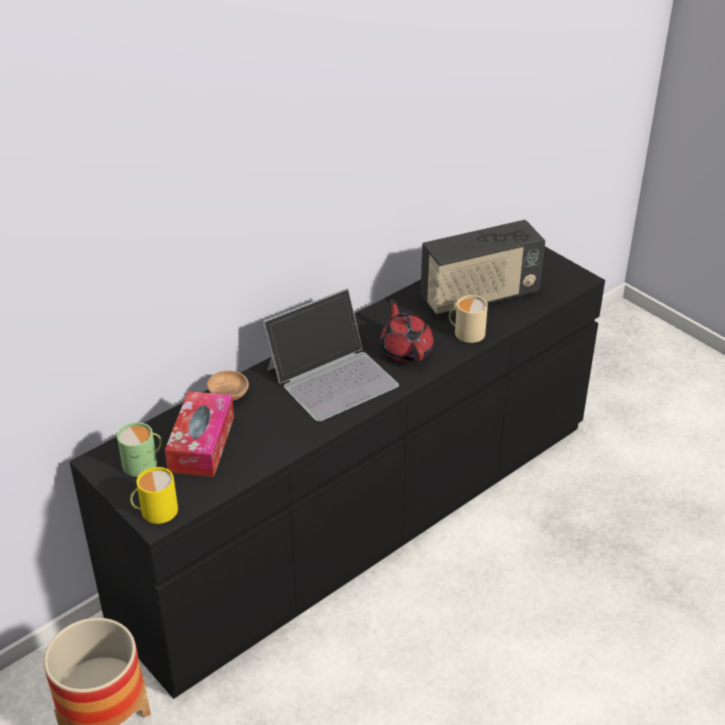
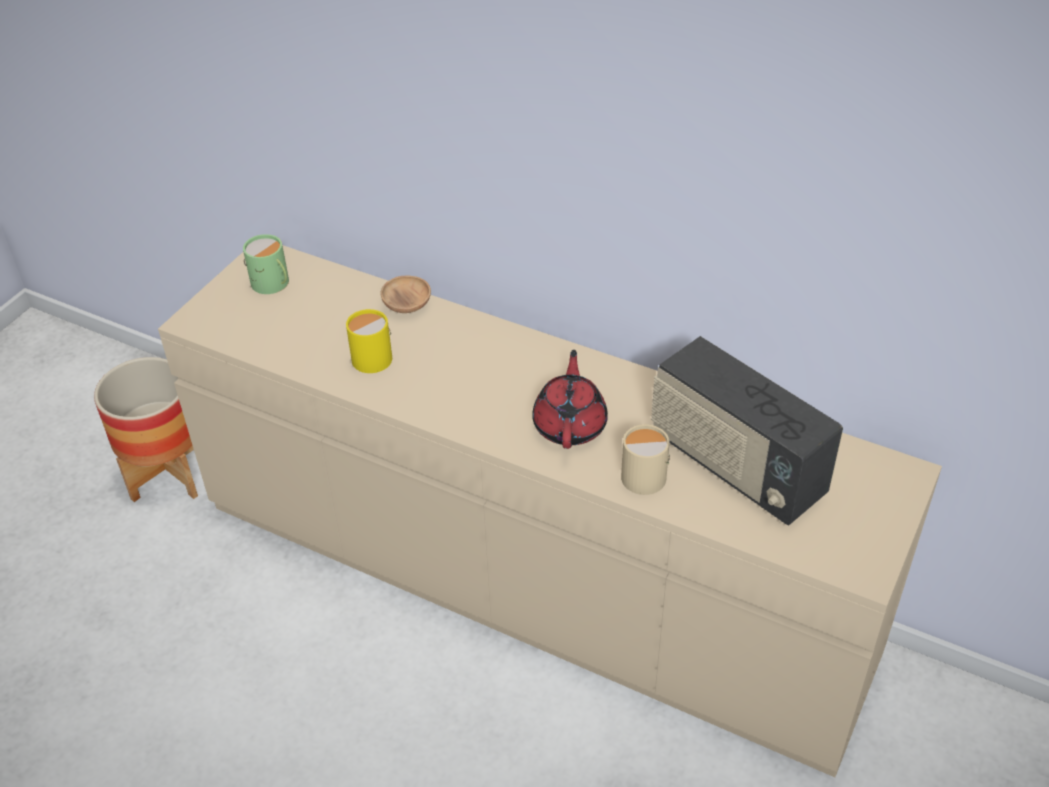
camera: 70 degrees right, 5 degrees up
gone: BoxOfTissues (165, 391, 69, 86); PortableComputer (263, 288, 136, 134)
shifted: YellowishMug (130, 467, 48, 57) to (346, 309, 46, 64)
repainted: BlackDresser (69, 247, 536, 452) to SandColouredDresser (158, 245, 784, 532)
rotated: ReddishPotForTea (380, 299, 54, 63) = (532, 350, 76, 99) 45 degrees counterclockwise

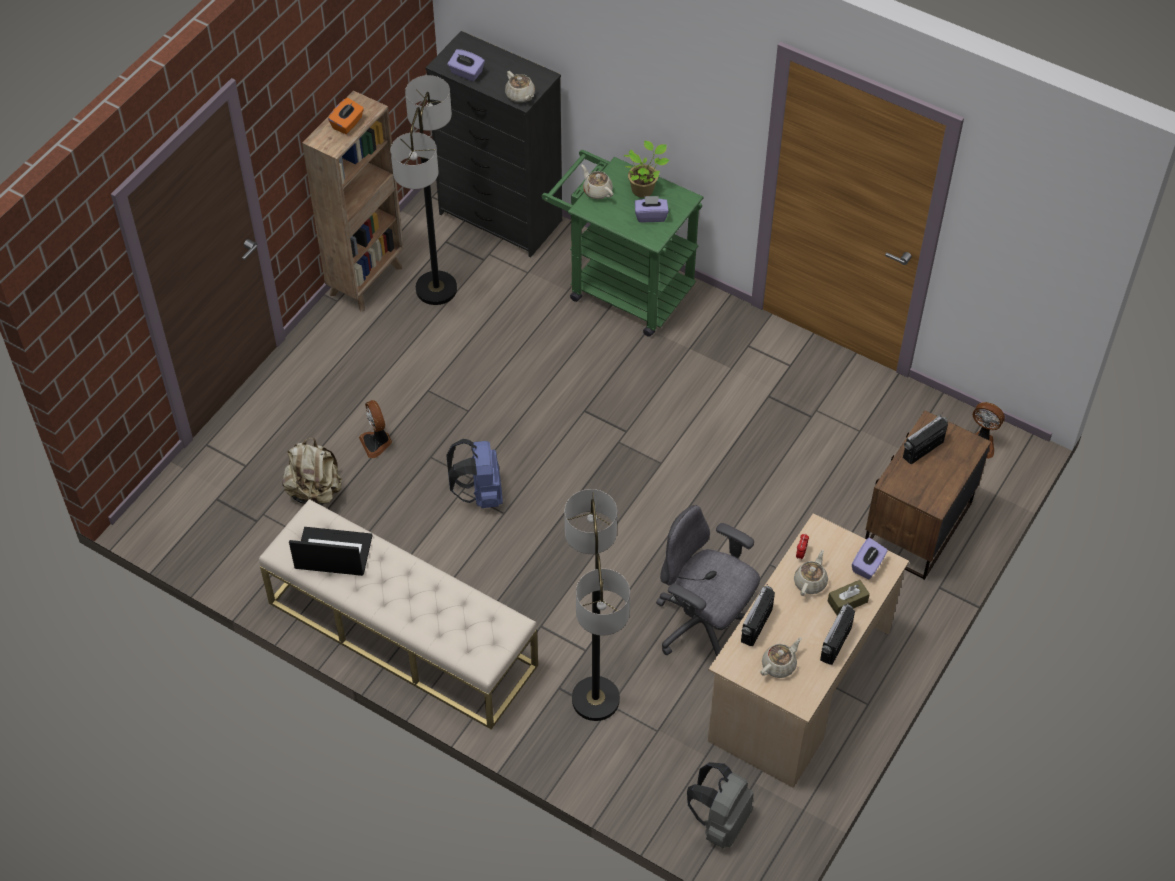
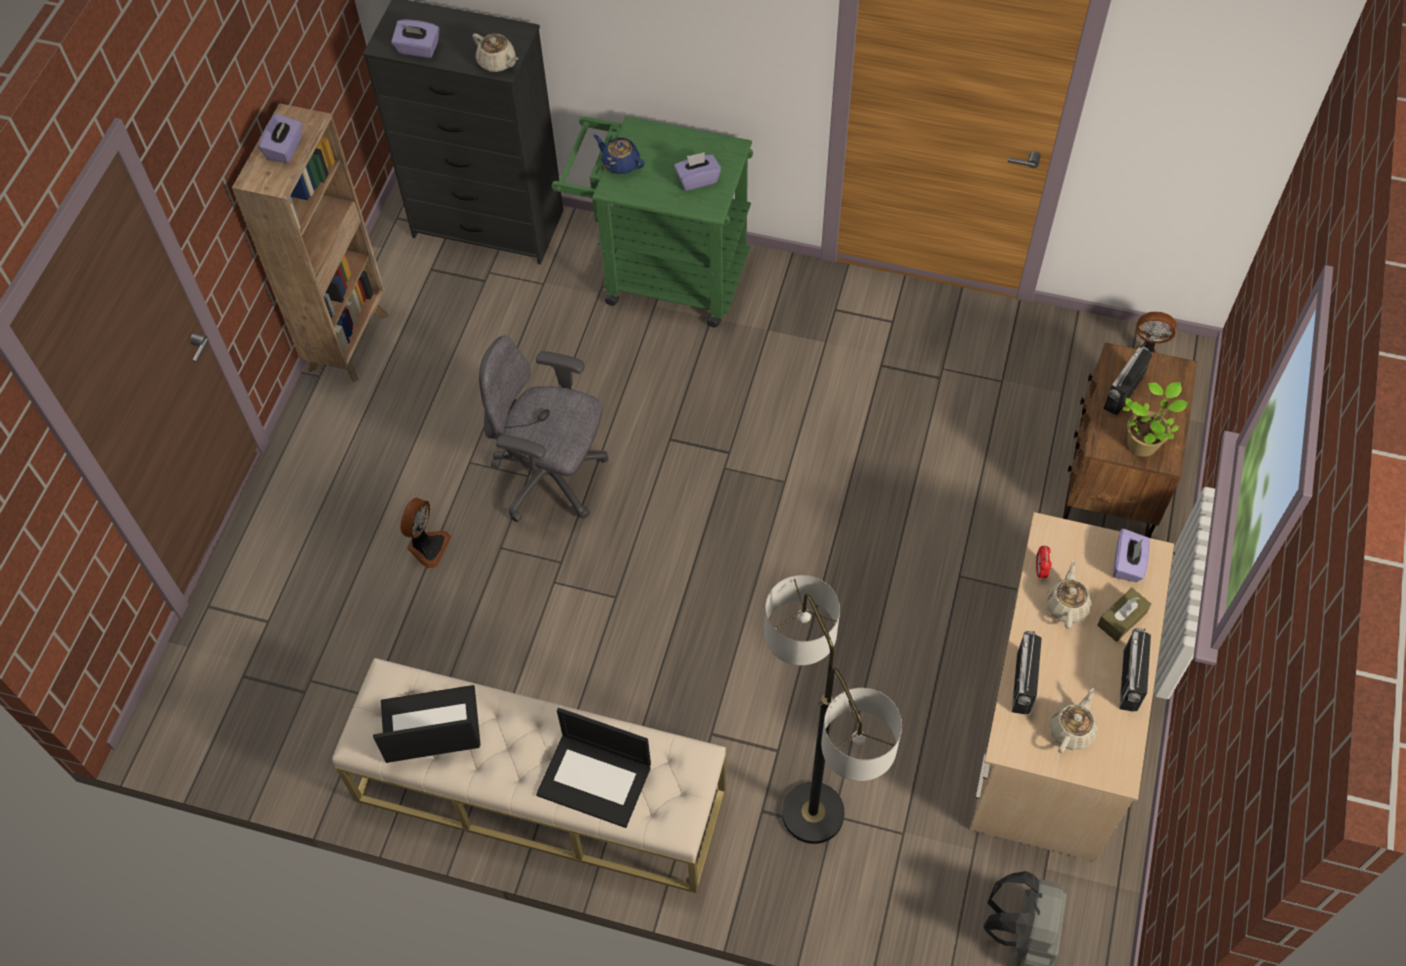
camera: 15 degrees left, 5 degrees up
gone: SandColouredKnapsack (282, 438, 60, 68); FloorLamp (390, 75, 67, 230); BlueColouredKnapsack (446, 439, 57, 69)
new: PortableComputer (536, 708, 115, 120)
shifted: GreyishDeskChair (656, 505, 104, 152) to (479, 335, 130, 187); Houseplant (624, 141, 45, 57) to (1123, 382, 65, 75)
repainted: OrangeBoxOfTissues (328, 98, 36, 36) to PurpleBoxOfTissues (259, 114, 43, 49); SandColouredPotForTea (581, 165, 32, 34) to BlueColouredPotForTea (593, 134, 52, 40)
rotated: CoolingFan (359, 400, 33, 58) = (400, 498, 51, 70) 120 degrees counterclockwise

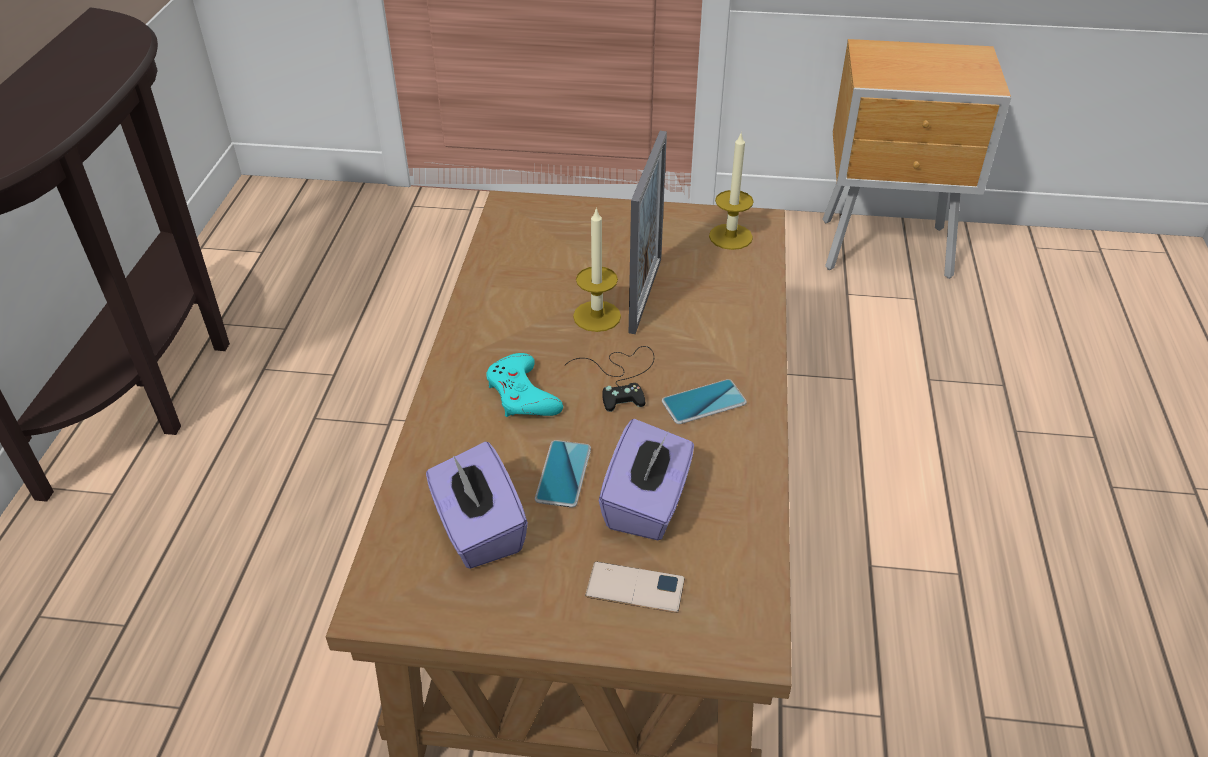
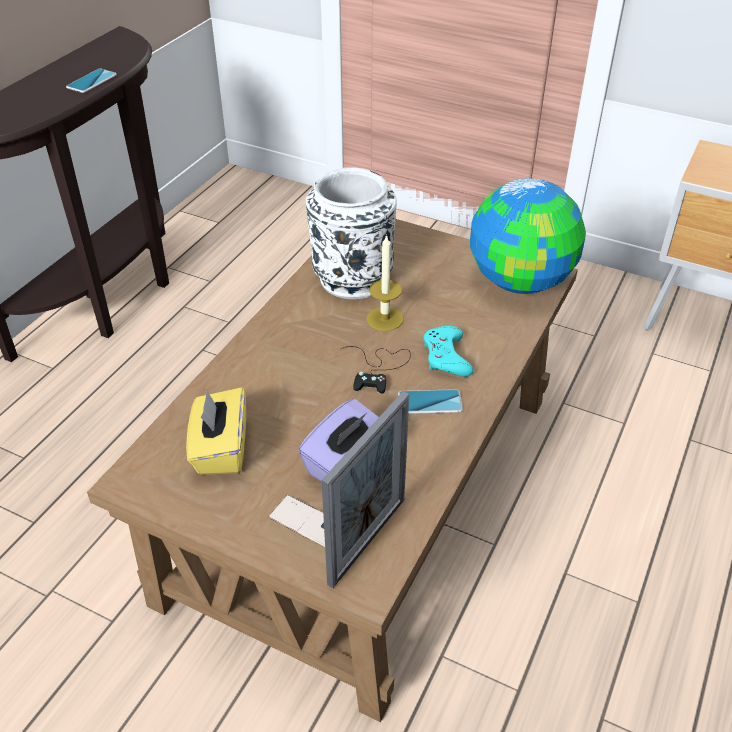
camera: 20 degrees right, 0 degrees up
new: WhiteColouredDecorativeVase (306, 167, 91, 132)
shifted: Phone (535, 440, 56, 68) to (66, 69, 51, 24); PictureFrame (628, 131, 39, 203) to (322, 391, 87, 197); TurquoiseColouredGameController (486, 353, 77, 64) to (424, 326, 49, 51)
swapped: WaxCandle (709, 131, 45, 119) to WorldGlobe (470, 178, 116, 116)
repainted: PurpleBoxOfTissues (426, 441, 102, 128) to YellowishBoxOfTissues (186, 387, 60, 88)

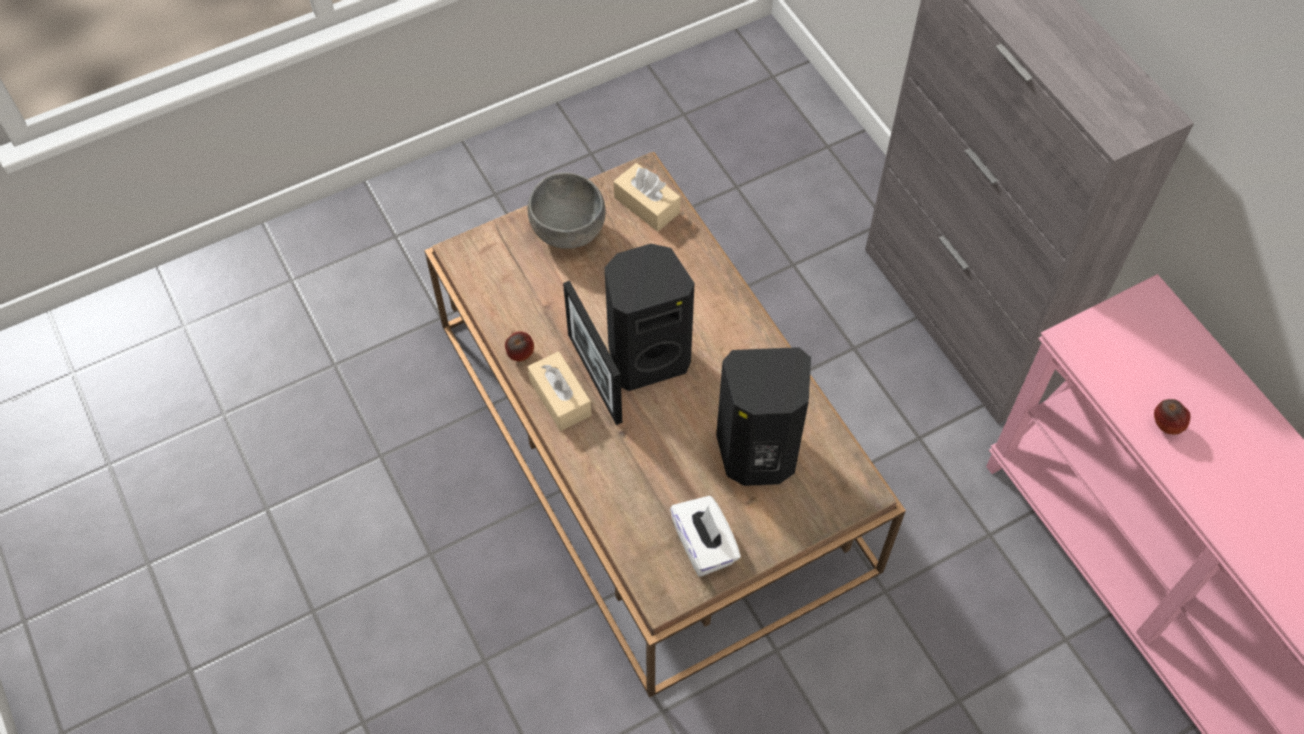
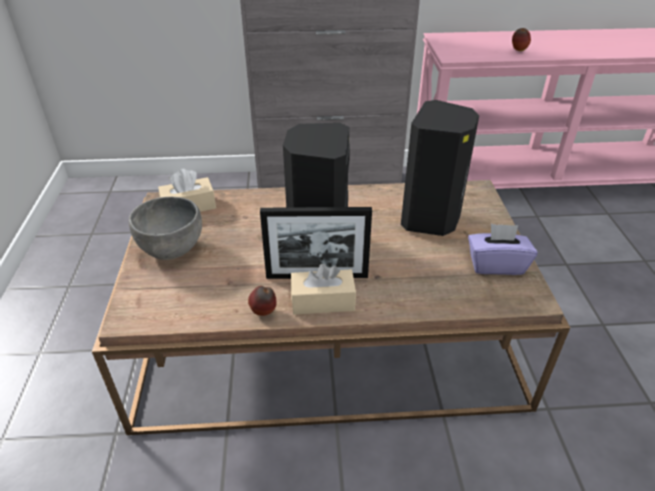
camera: 65 degrees left, 20 degrees down
repainted: WhiteColouredBoxOfTissues (670, 496, 71, 81) to PurpleBoxOfTissues (468, 224, 70, 51)

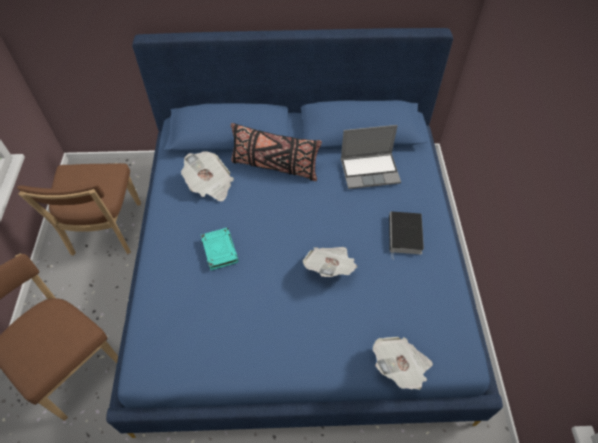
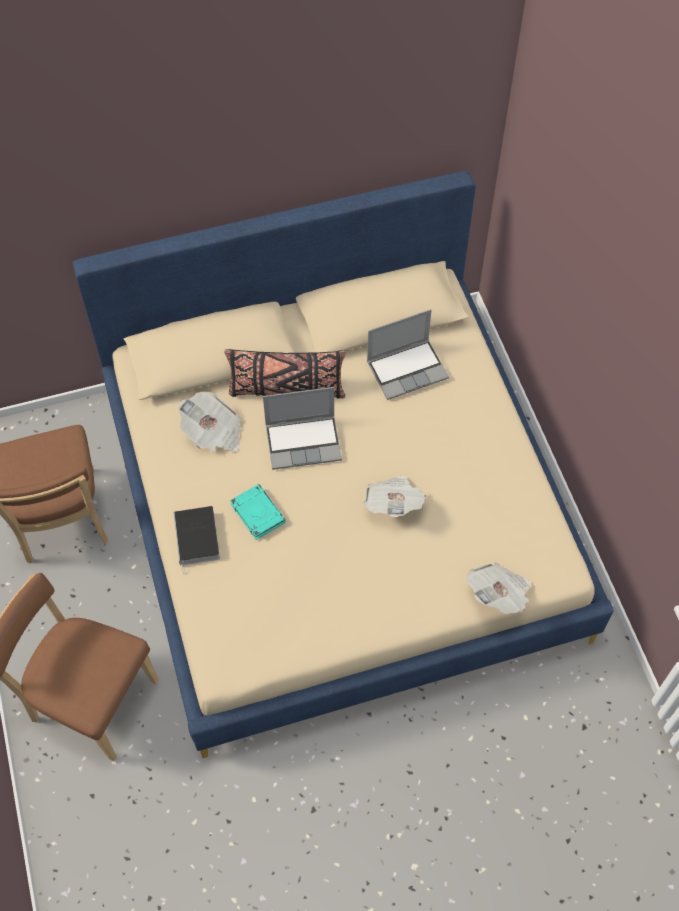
camera: 15 degrees left, 5 degrees up
new: PortableComputer (263, 387, 79, 83)
shifted: Volume (389, 211, 35, 49) to (173, 506, 47, 69)
repainted: BlueColouredBedroomBed (106, 28, 397, 410) to SandColouredBedroomBed (72, 171, 541, 587)

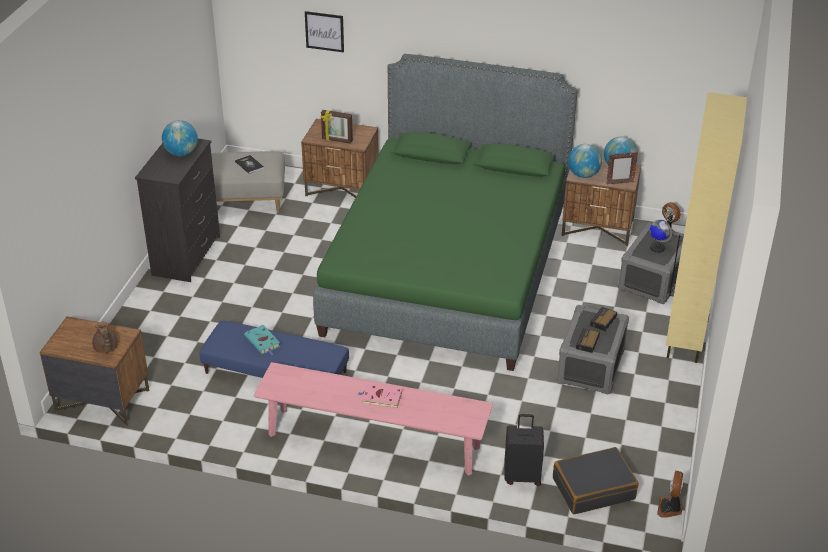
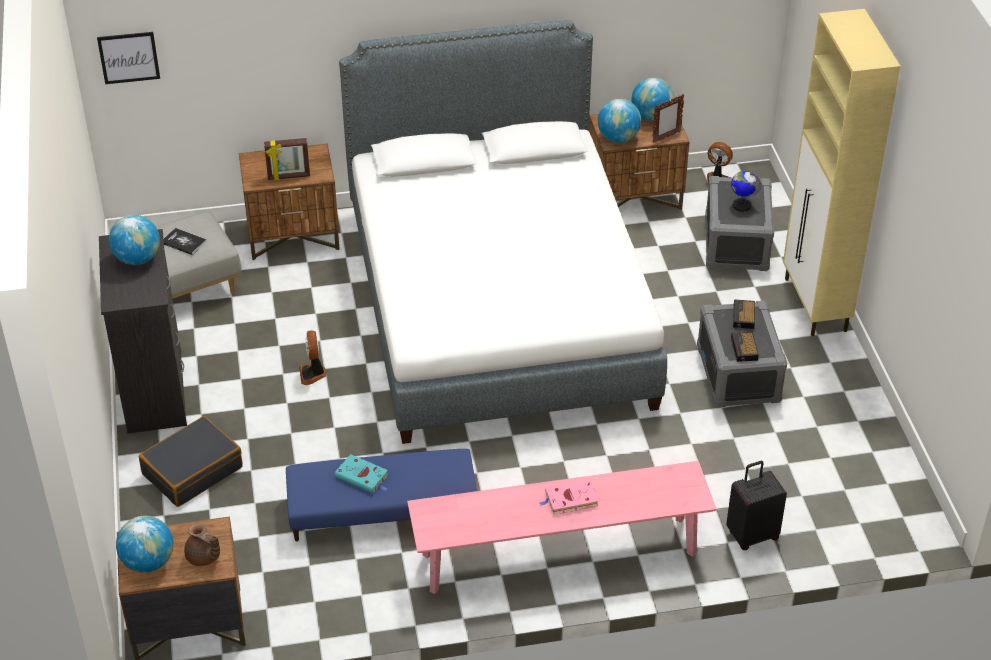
camera: 25 degrees left, 5 degrees up
new: WorldGlobe (116, 516, 58, 57)
shifted: Picture (305, 11, 39, 41) to (97, 32, 63, 52); BlackPieceOfLuggage (553, 447, 85, 67) to (139, 416, 104, 91); CoolingFan (657, 471, 26, 46) to (299, 331, 27, 54)
repainted: GreenBedroomBed (313, 54, 265, 317) to WhiteColouredBedroomBed (339, 20, 328, 424)

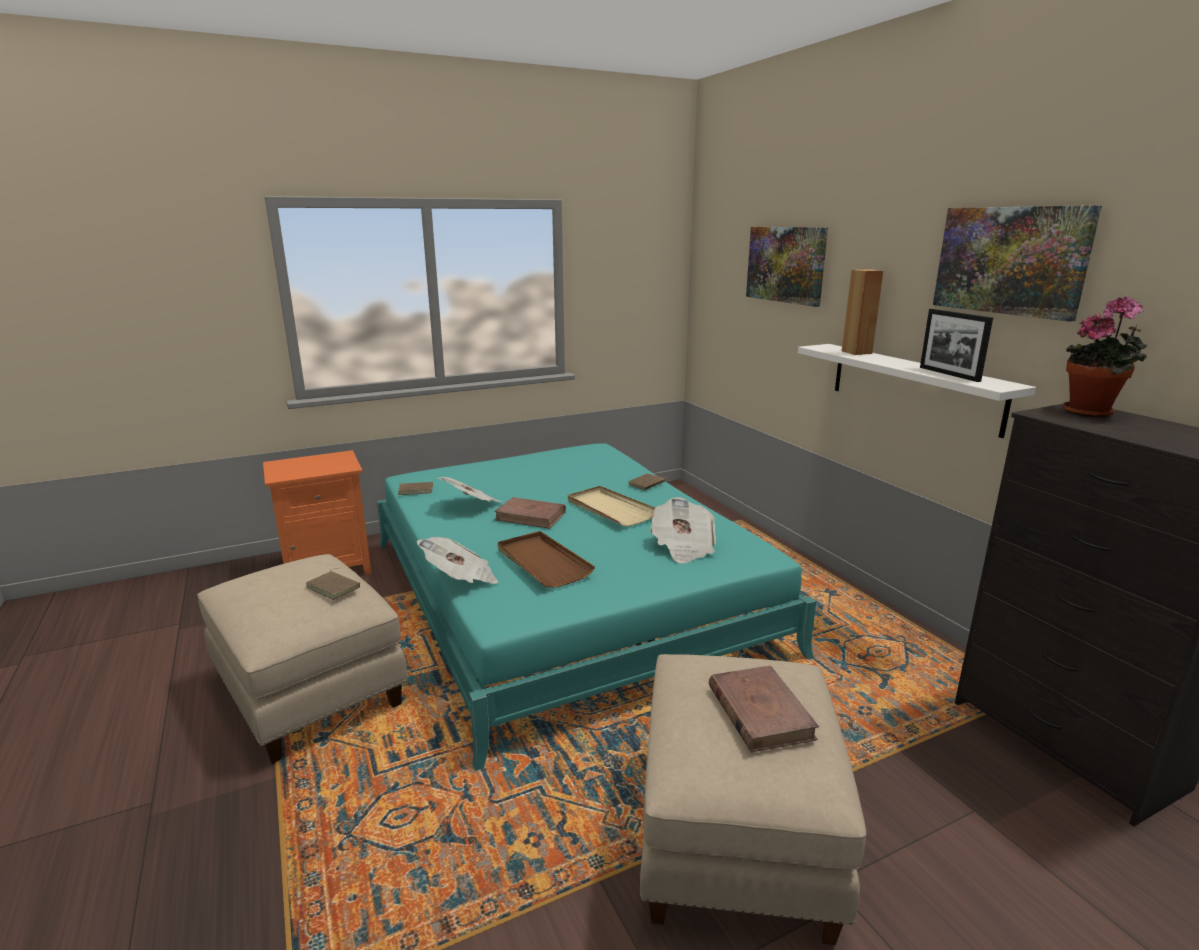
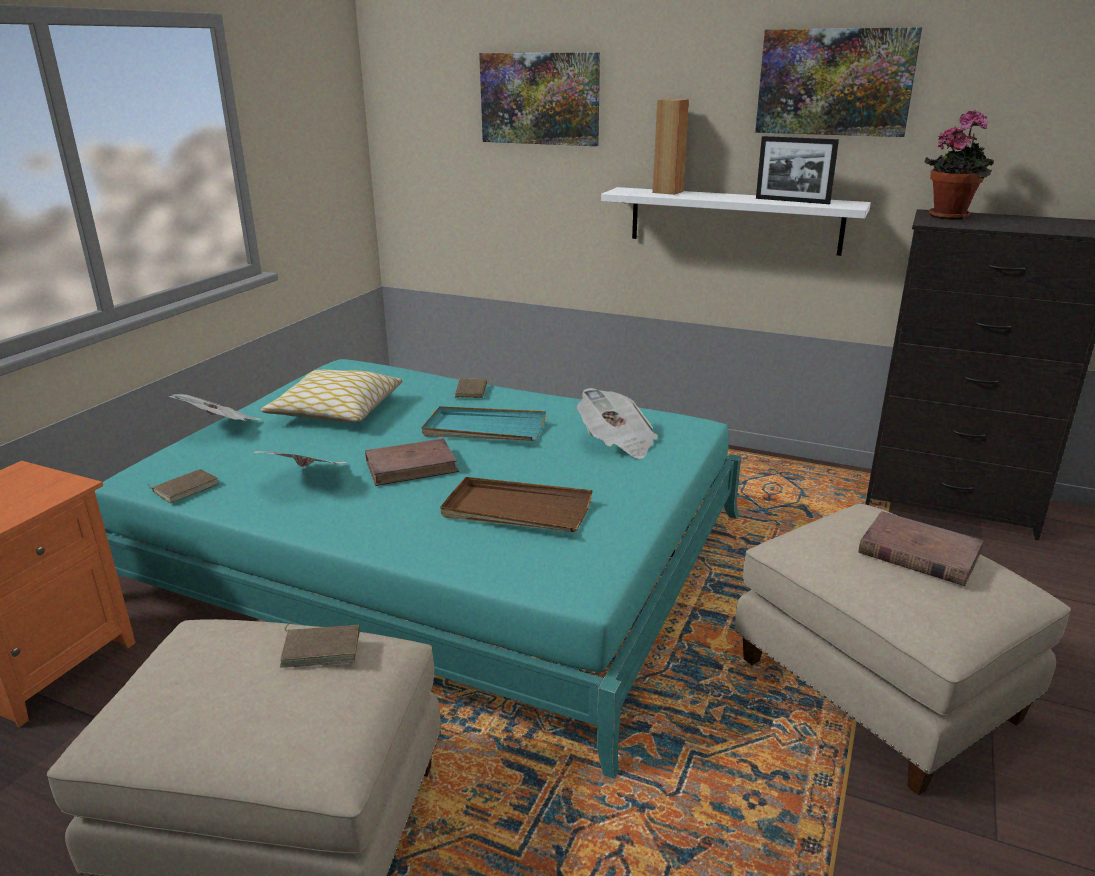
camera: 40 degrees left, 5 degrees up
new: Pillow (261, 370, 142, 53)
shifted: Newspaper (417, 537, 82, 47) to (168, 394, 93, 27)
repainted: SandColouredCarryingTray (568, 486, 87, 40) to TurquoiseColouredCarryingTray (422, 406, 124, 35)

